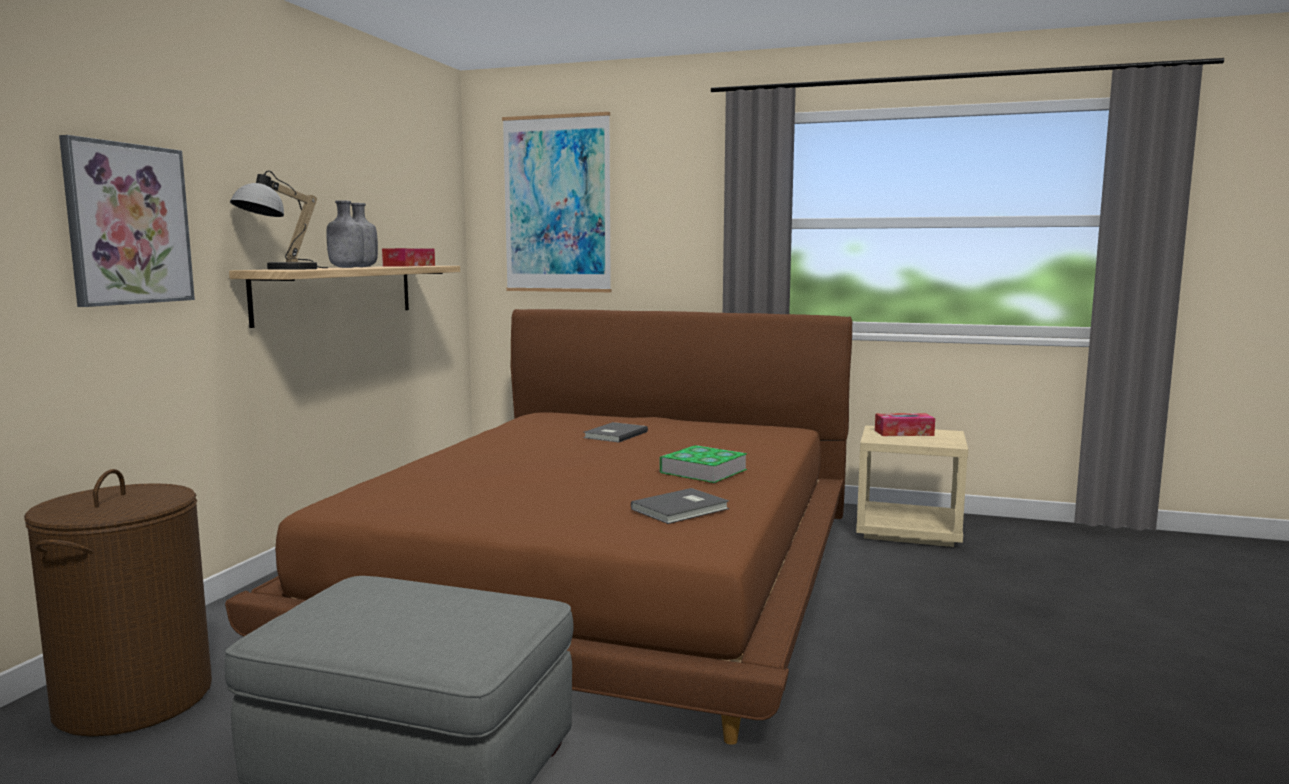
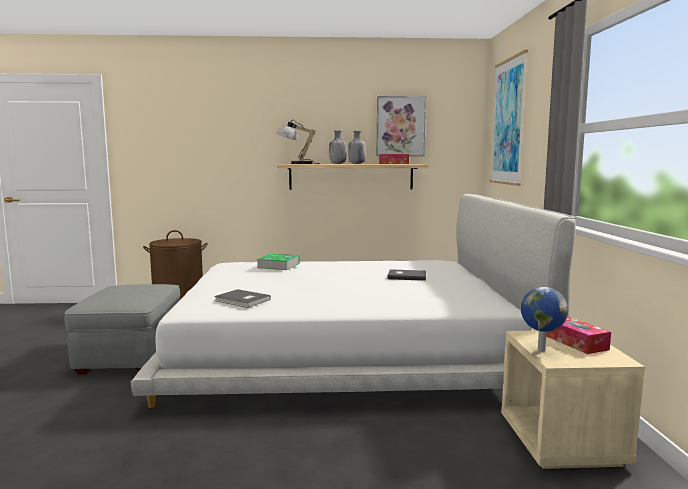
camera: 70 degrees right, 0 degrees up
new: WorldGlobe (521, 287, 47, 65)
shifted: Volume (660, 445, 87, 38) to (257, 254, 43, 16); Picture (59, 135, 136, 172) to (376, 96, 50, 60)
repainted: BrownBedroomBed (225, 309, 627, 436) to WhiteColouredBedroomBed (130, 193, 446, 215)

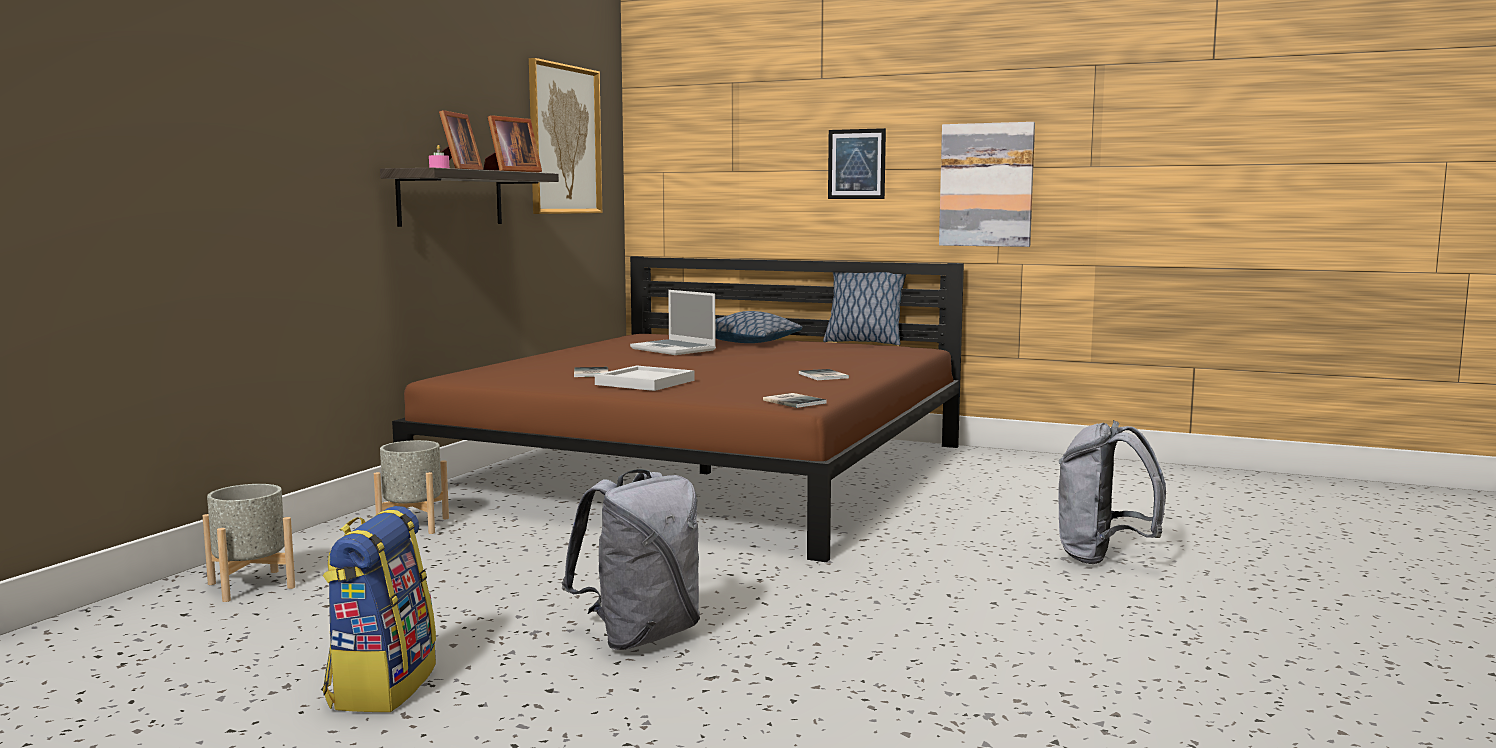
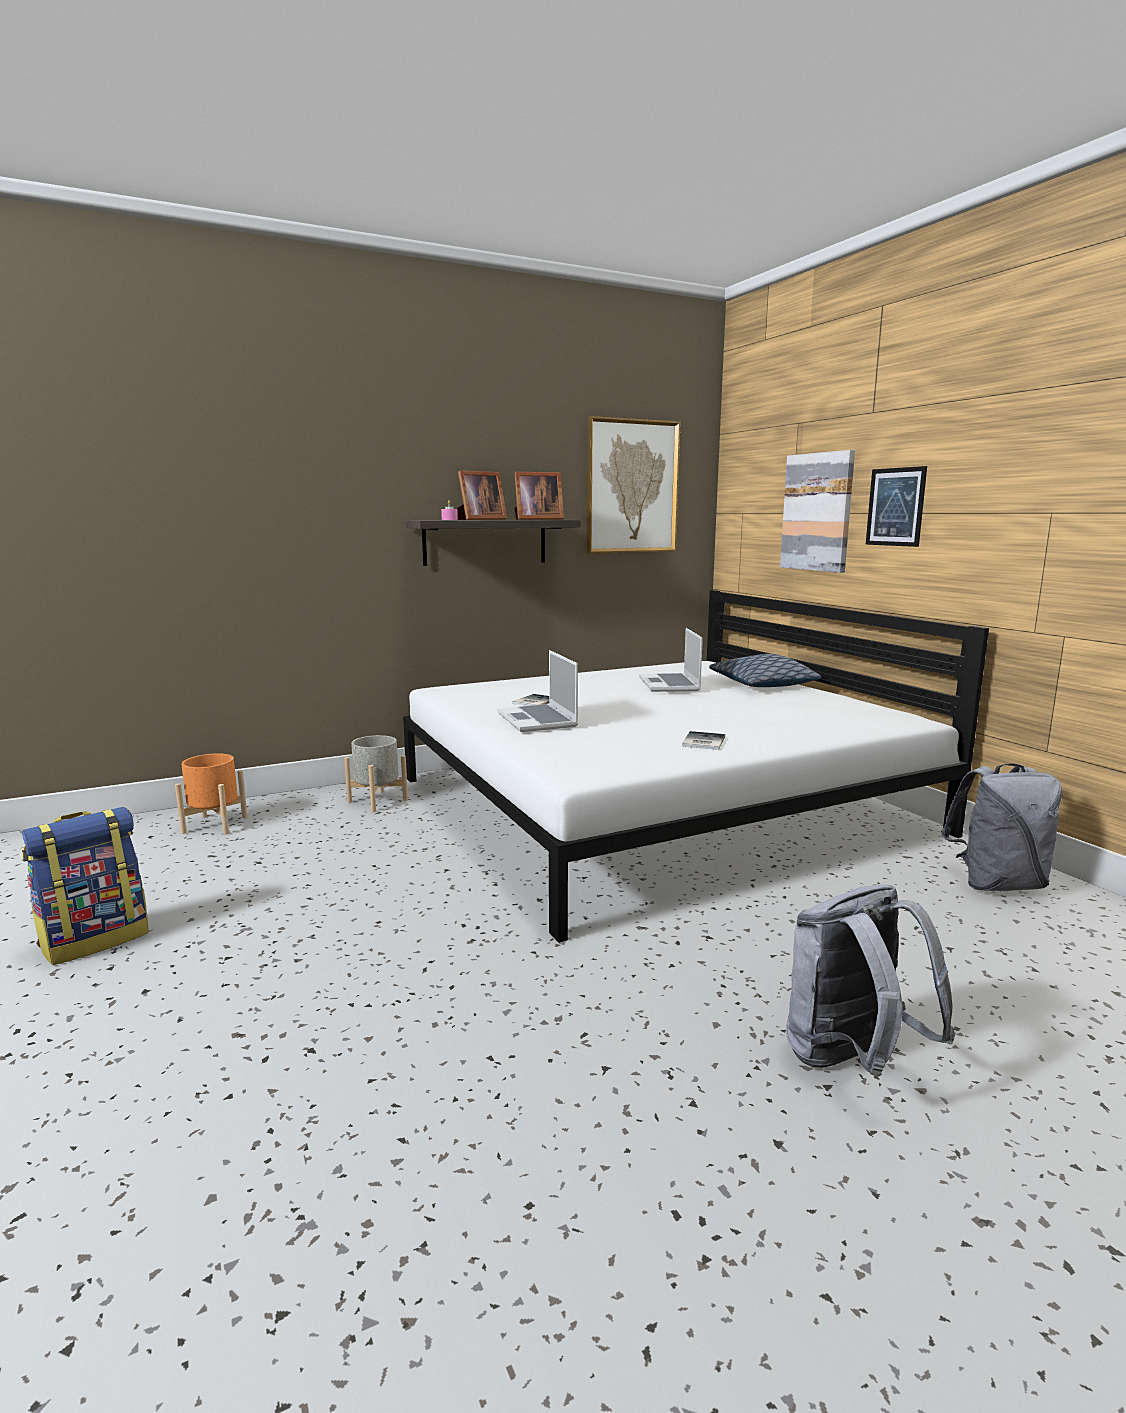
camera: 40 degrees right, 5 degrees up
gone: Volume (763, 393, 64, 15); Pillow (823, 272, 83, 73)
shifted: Picture (939, 122, 96, 125) to (780, 450, 75, 123); GreyishKnapsack (562, 469, 138, 181) to (941, 763, 121, 128)
swapped: WhiteColouredCarryingTray (595, 366, 99, 25) to PortableComputer (497, 650, 81, 82)
repainted: GreyishFlowerPot (203, 484, 92, 118) to OrangeFlowerPot (175, 753, 72, 82); BrownBedroomBed (392, 256, 572, 306) to WhiteColouredBedroomBed (403, 590, 586, 353)

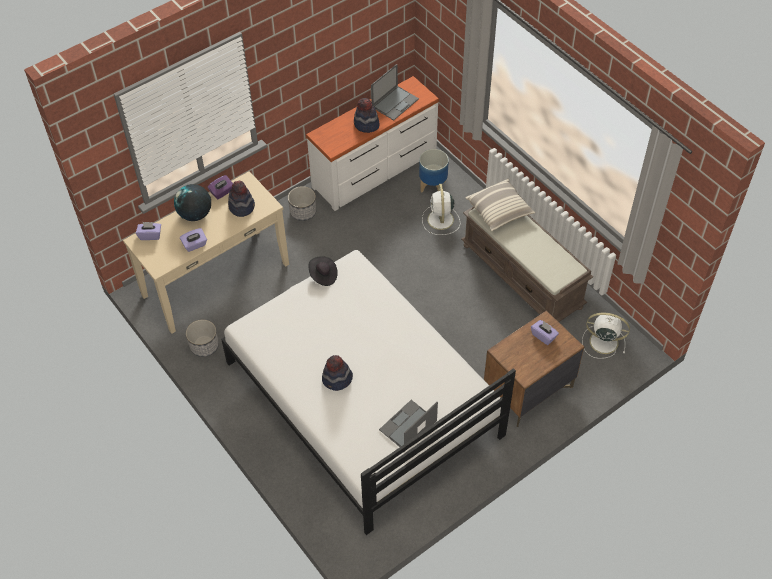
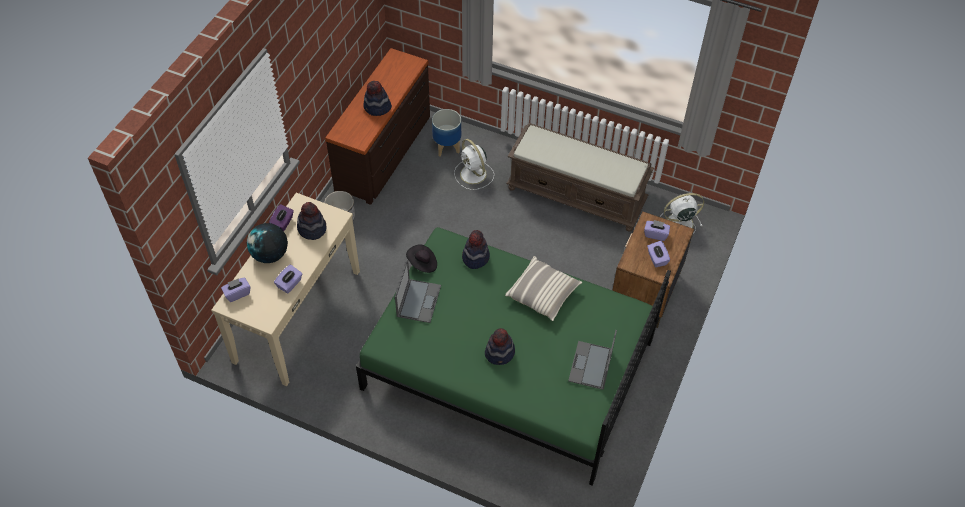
camera: 30 degrees left, 0 degrees up
gone: FlowerPot (186, 319, 33, 38)
new: ClothingHat (462, 230, 28, 39); PurpleBoxOfTissues (647, 241, 23, 26)
shifted: PortableComputer (371, 64, 48, 56) to (395, 259, 46, 64); Pillow (466, 179, 69, 52) to (505, 256, 77, 65)
repainted: WhiteColouredDresser (306, 76, 133, 135) to BrownDresser (325, 48, 105, 157); WhiteColouredBedroomBed (221, 250, 295, 285) to GreenBedroomBed (356, 227, 315, 259)

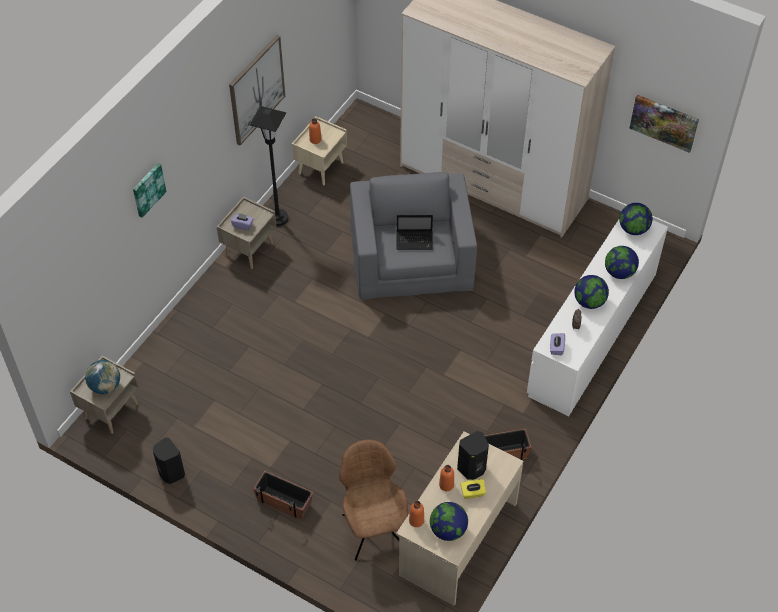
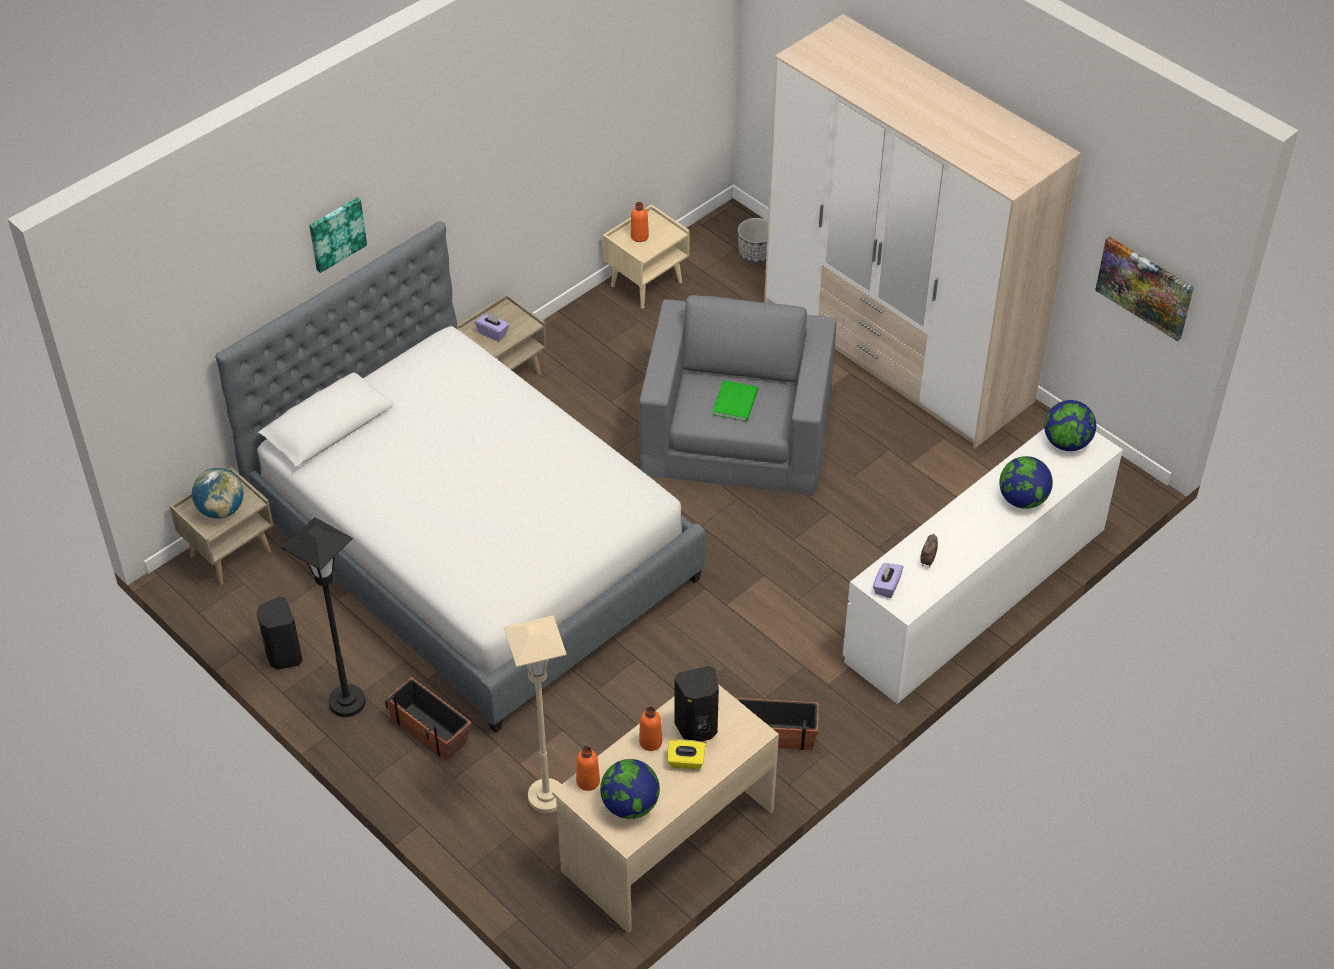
camera: 15 degrees right, 5 degrees down
gone: Picture (229, 35, 56, 110); WorldGlobe (574, 275, 35, 34)
new: BedroomBed (215, 221, 491, 512); FlowerPot (738, 218, 30, 45)
shifted: BlackFloorLamp (250, 106, 38, 120) to (282, 517, 83, 200)
swapped: BrownChair (339, 439, 69, 121) to SandColouredFloorLamp (504, 615, 63, 198); PortableComputer (397, 215, 36, 35) to GreenVolume (712, 380, 46, 41)

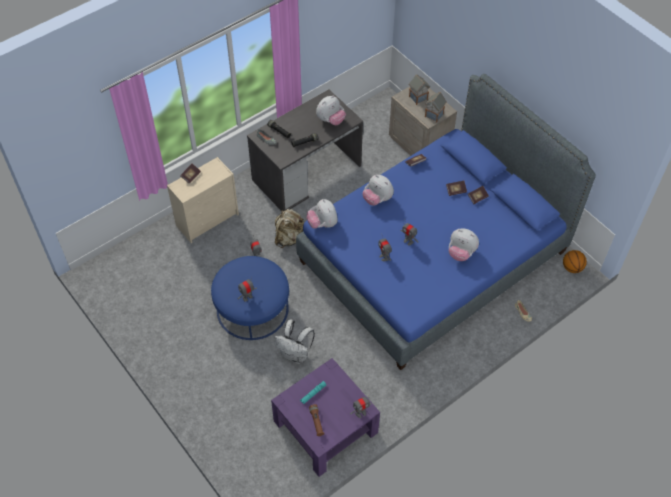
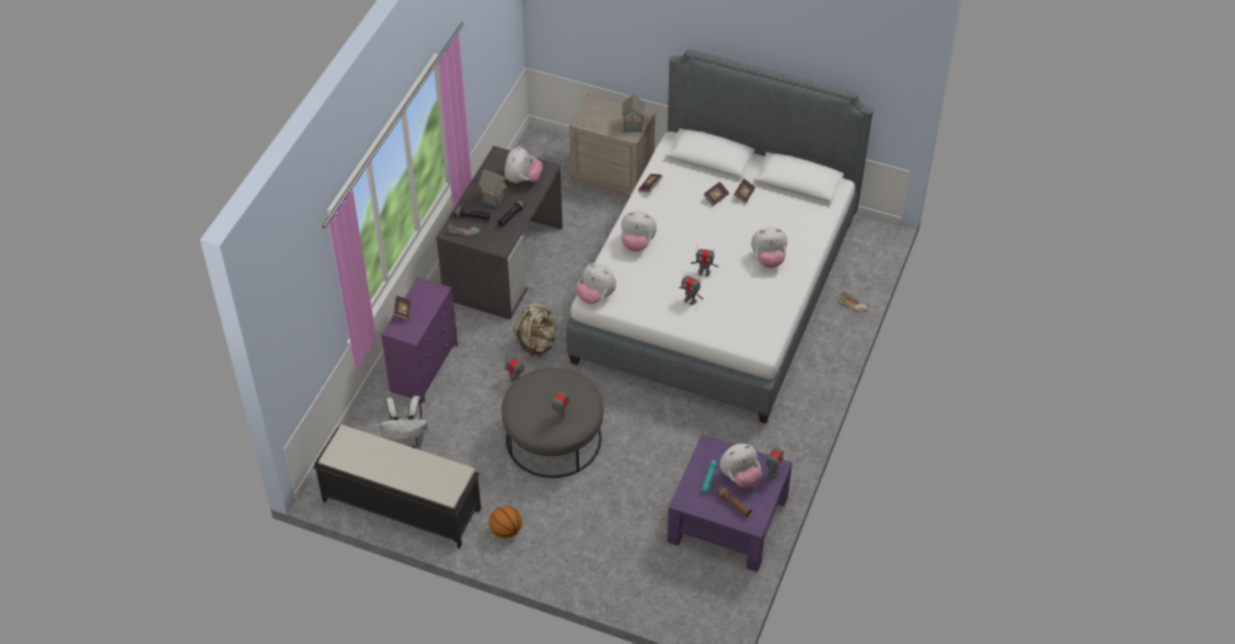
camera: 30 degrees left, 5 degrees down
new: BlackIndoorBench (313, 425, 168, 124); SoftToy (720, 444, 42, 44)
shifted: WhiteColouredKnapsack (274, 319, 41, 45) to (380, 396, 48, 53); ModelHouse (409, 75, 21, 30) to (479, 169, 28, 39); BallForBasketball (563, 250, 24, 23) to (489, 505, 33, 33)
repainted: SandColouredDresser (167, 157, 72, 86) to PurpleDresser (381, 277, 77, 125); BlueColouredFootrest (211, 256, 78, 84) to GreyishFootrest (501, 368, 103, 110); BlueColouredBedroomBed (296, 74, 300, 296) to WhiteColouredBedroomBed (566, 49, 307, 375)

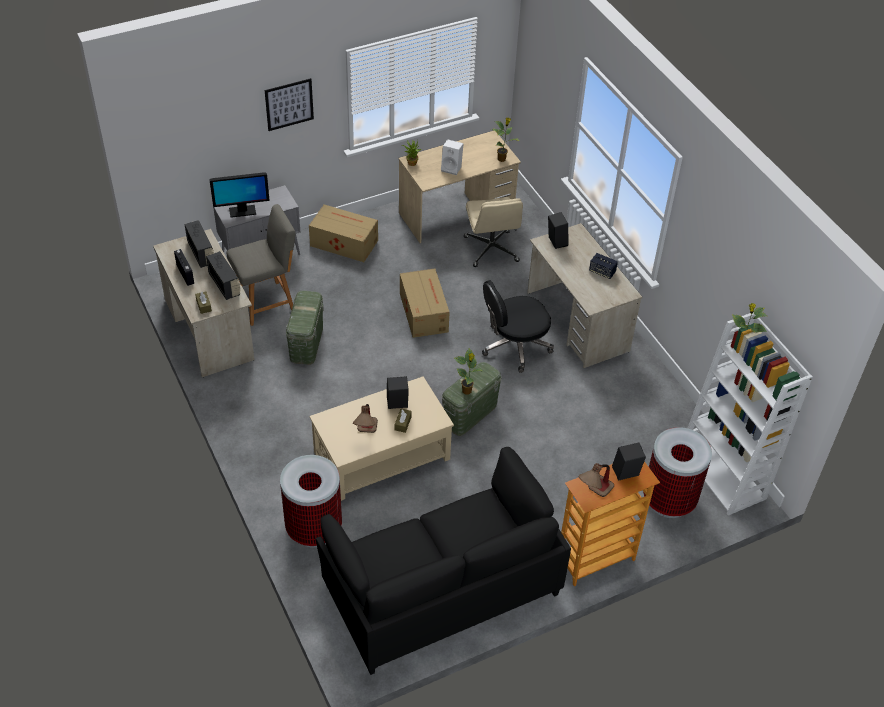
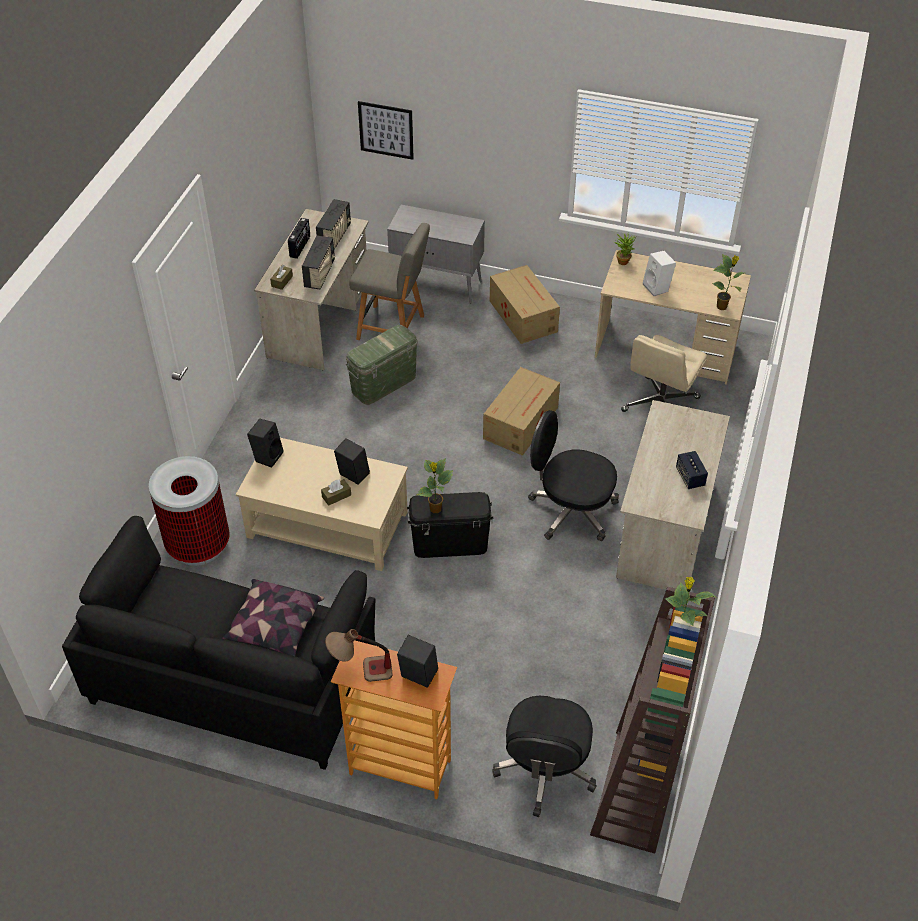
camera: 45 degrees right, 0 degrees up
gone: Monitor (210, 172, 60, 46); LampForATable (353, 404, 25, 29)
new: Pillow (222, 579, 102, 77)
shifted: BlackSpeaker (548, 212, 21, 37) to (247, 419, 37, 49); Picture (265, 78, 49, 53) to (358, 101, 56, 59)
swapped: RubbishBin (643, 427, 69, 91) to BlackDeskChair (492, 696, 105, 121)
repainted: GreenStorageContainer (442, 362, 59, 74) to BlackStorageContainer (407, 492, 86, 66); WhiteColouredShelvingUnit (688, 313, 125, 203) to BrownShelvingUnit (590, 587, 125, 267)

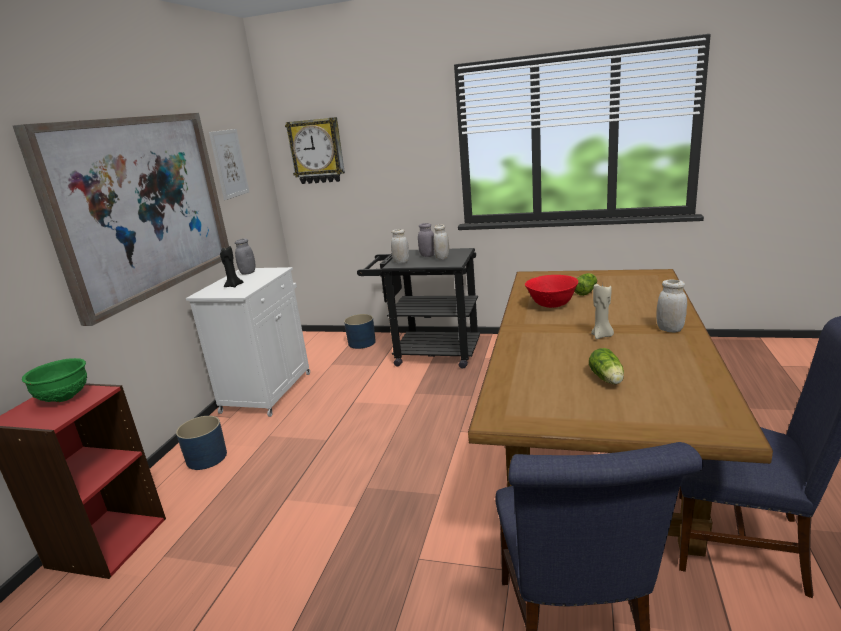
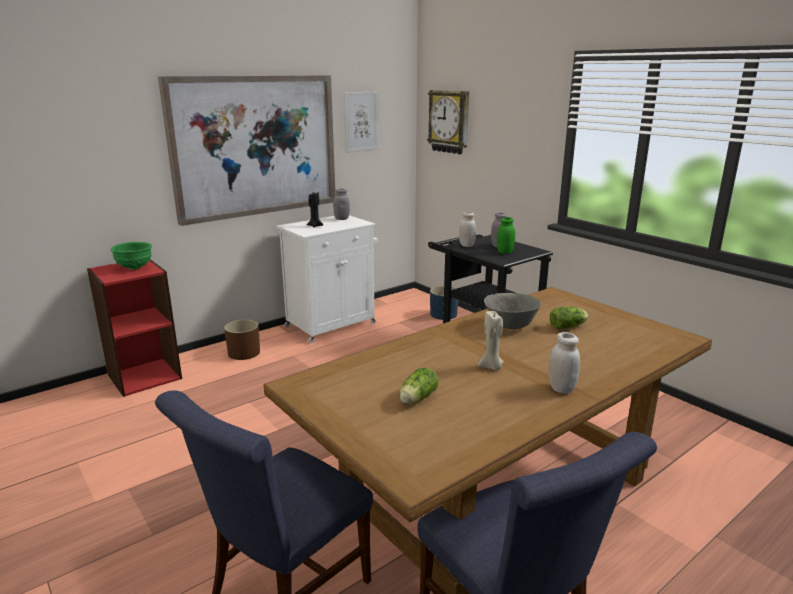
camera: 35 degrees right, 0 degrees up
repainted: BlueColouredFlowerPot (176, 416, 51, 54) to BrownFlowerPot (224, 320, 36, 40); ReddishBowl (525, 275, 53, 33) to GreyishBowl (484, 293, 58, 36); WhiteColouredStorageJar (434, 225, 15, 35) to GreenStorageJar (497, 217, 18, 37)

